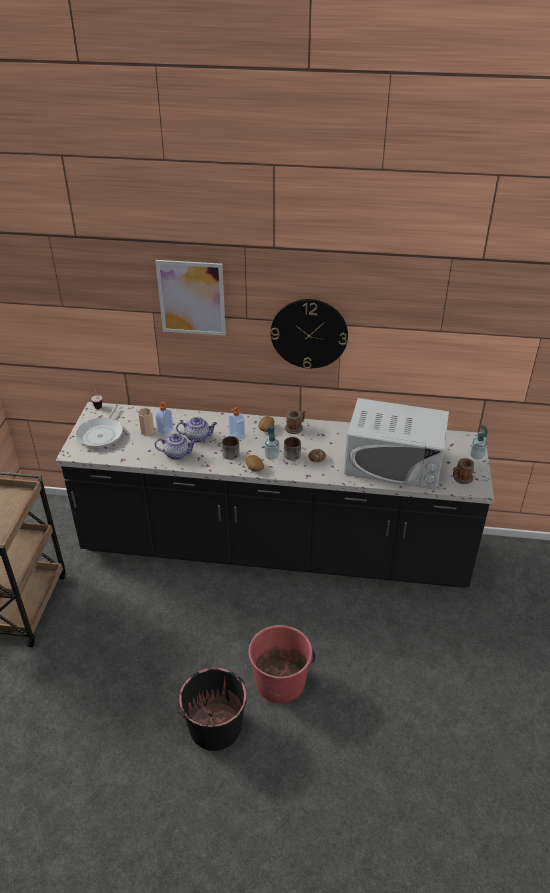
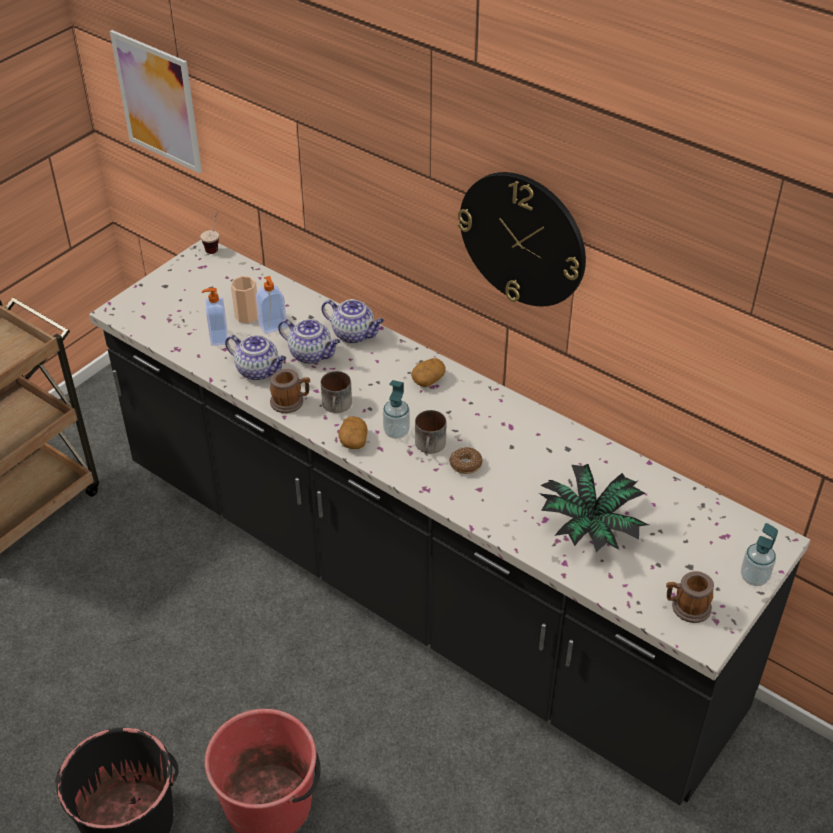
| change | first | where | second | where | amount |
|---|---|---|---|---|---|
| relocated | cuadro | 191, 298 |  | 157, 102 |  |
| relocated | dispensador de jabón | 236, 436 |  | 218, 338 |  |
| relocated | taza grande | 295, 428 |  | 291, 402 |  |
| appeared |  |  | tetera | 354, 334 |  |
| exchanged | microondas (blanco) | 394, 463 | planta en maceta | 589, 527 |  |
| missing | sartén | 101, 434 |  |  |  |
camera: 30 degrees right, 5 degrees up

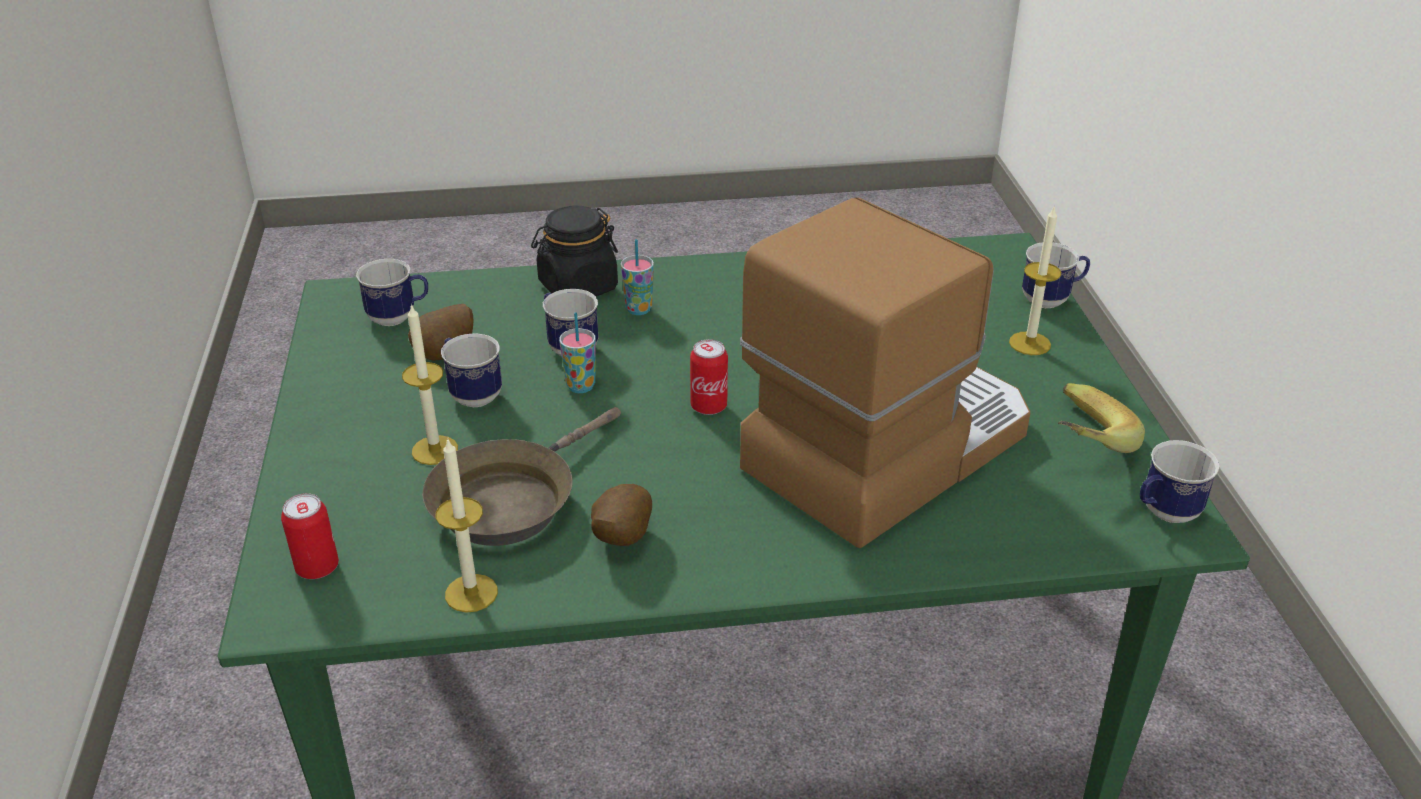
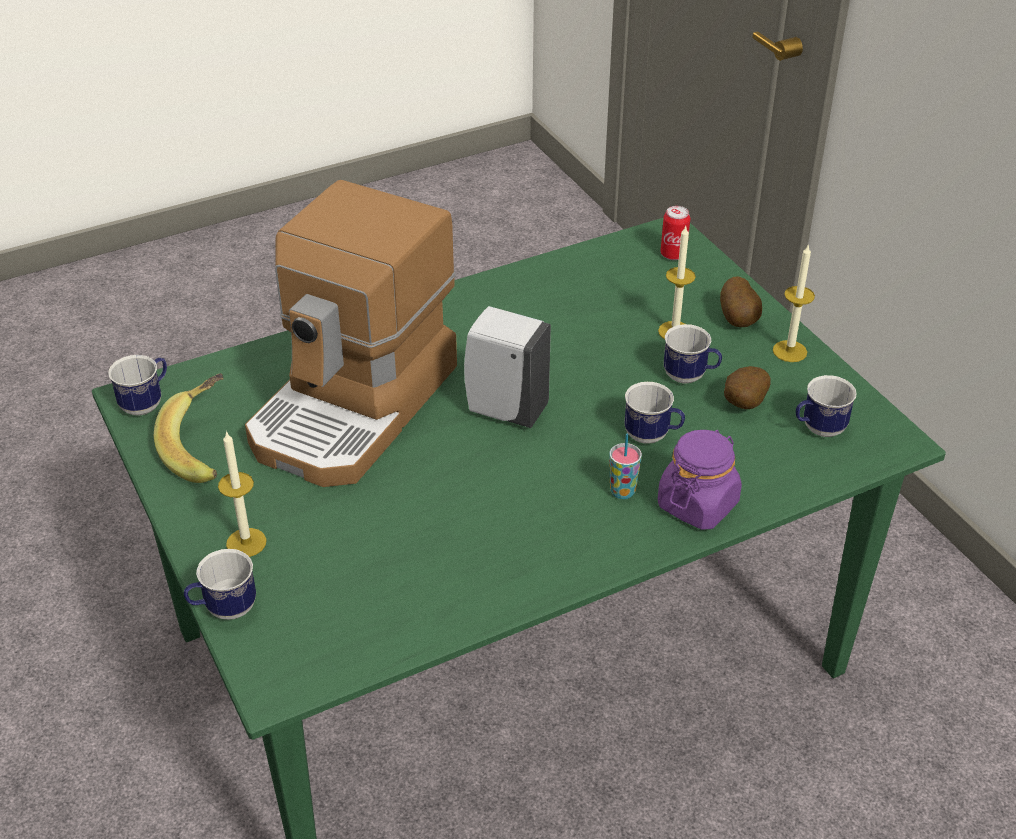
| change | first | where | second | where | amount |
|---|---|---|---|---|---|
| exchanged | lata | 709, 406 | dispensador de jabón (blanco) | 504, 409 |  |
| colour | tarro (negro) | 577, 287 | tarro (morado) | 697, 504 |  |
| relocated | patata | 620, 539 |  | 739, 320 |  |
| relocated | vela | 471, 593 |  | 789, 351 |  |
| missing | sartén (marrón) | 510, 500 |  |  |  |
| missing | taza | 581, 386 |  |  |  |
camera: 160 degrees right, 5 degrees up

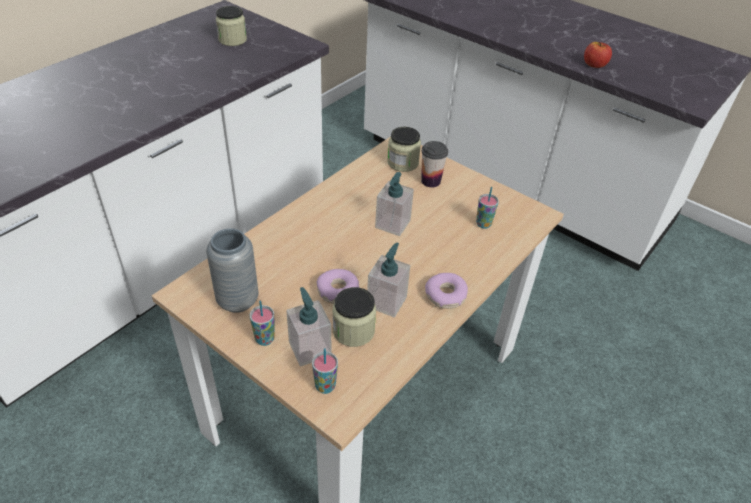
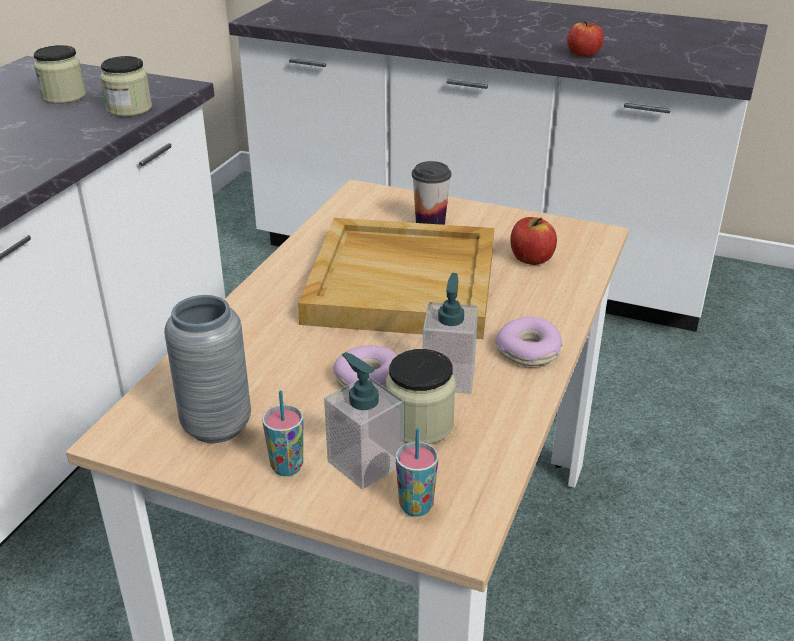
| change | first | where | second | where | amount |
|---|---|---|---|---|---|
| relocated | tarro | 403, 163 |  | 129, 109 |  |
| exchanged | dispensador de jabón | 392, 224 | bandeja (beis) | 404, 283 |  |
| exchanged | taza | 483, 224 | manzana | 531, 259 |  |
camera: 15 degrees left, 10 degrees down

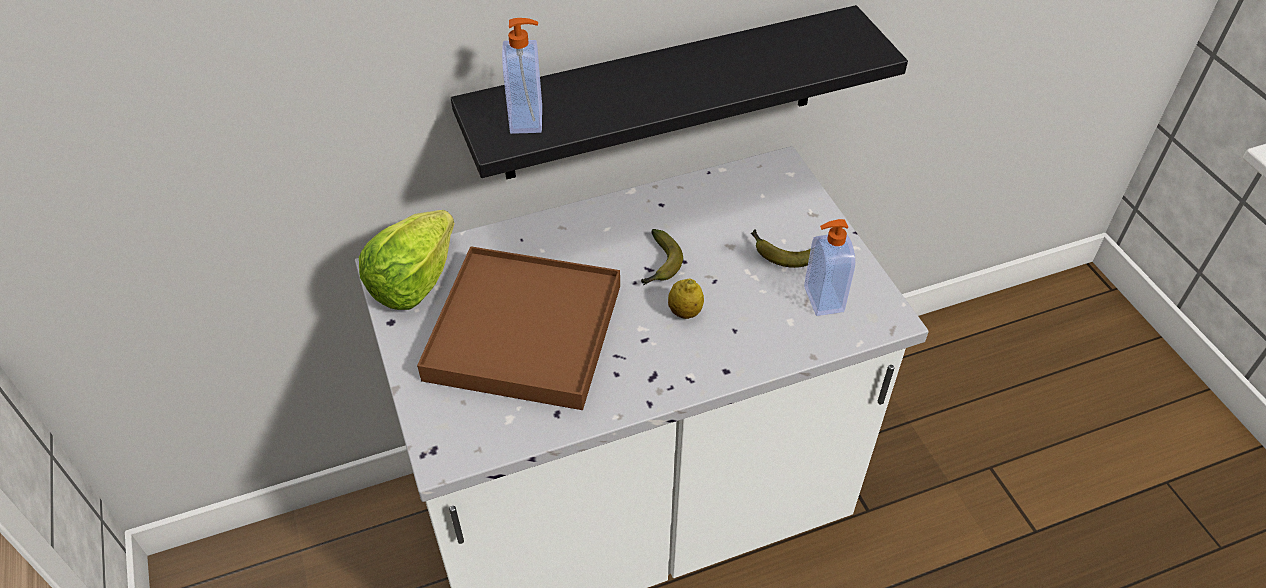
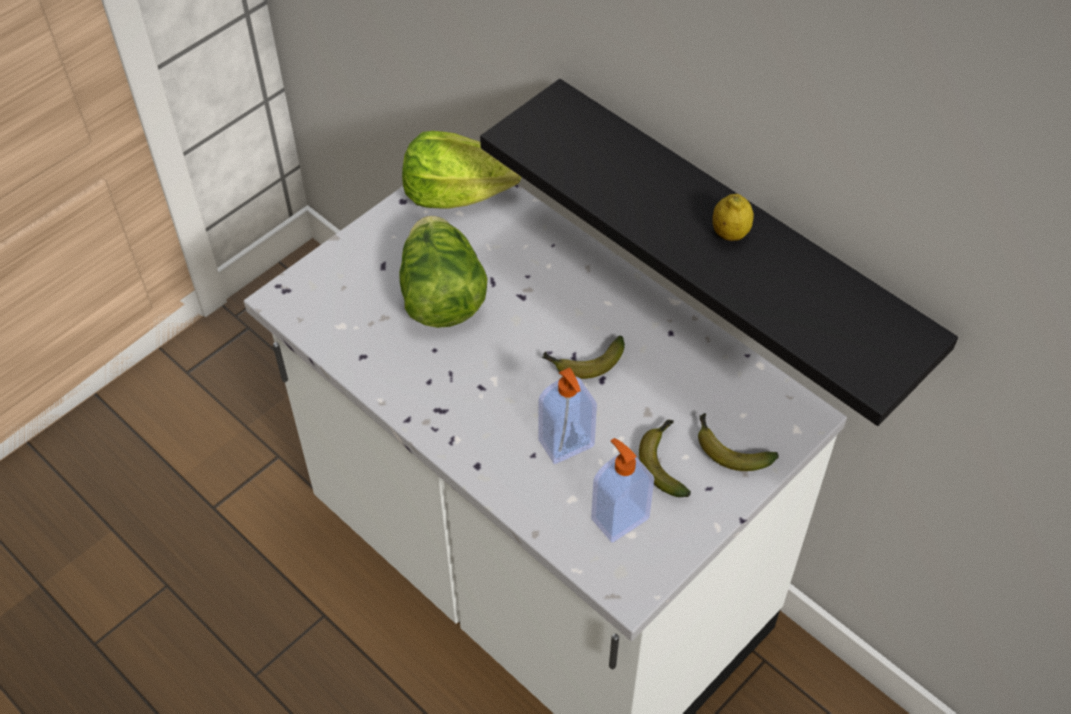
| change | first | where | second | where | amount |
|---|---|---|---|---|---|
| exchanged | bandeja (marrón) | 525, 332 | lechuga | 441, 296 |  |
| relocated | dispensador de jabón | 528, 119 |  | 567, 445 |  |
| appeared |  |  | plátano | 728, 449 |  |
| relocated | limón | 685, 312 |  | 730, 233 |  |
camera: 65 degrees right, 5 degrees up

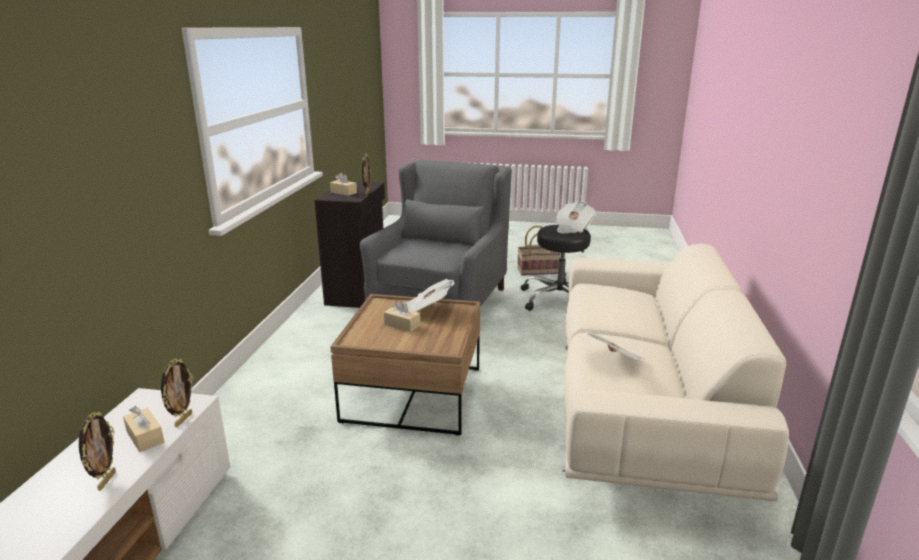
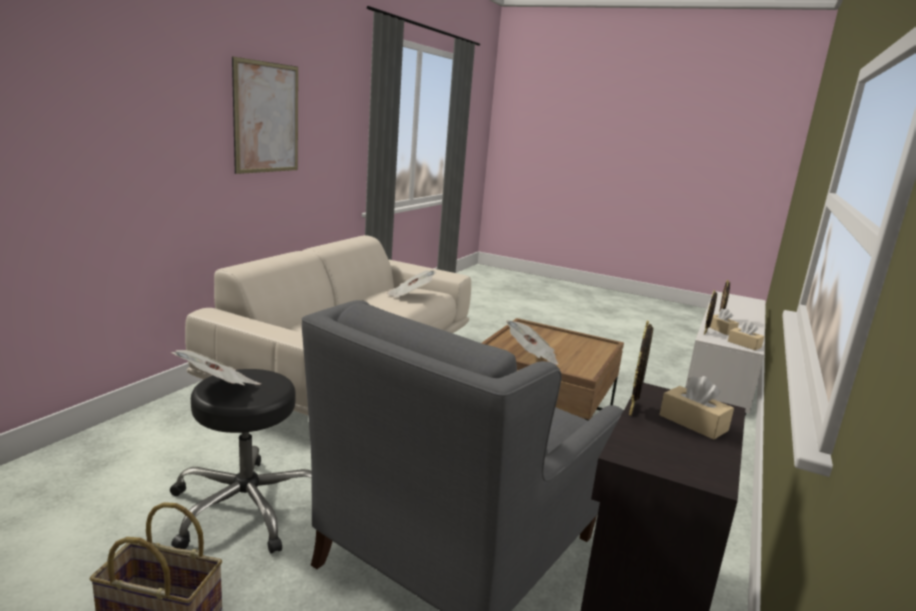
| change | first | where | second | where | amount |
|---|---|---|---|---|---|
| appeared |  |  | cuadro | 267, 118 |  |
| relocated | caja de pañuelos (beis) | 402, 325 |  | 744, 344 |  |
camera: 165 degrees left, 5 degrees down

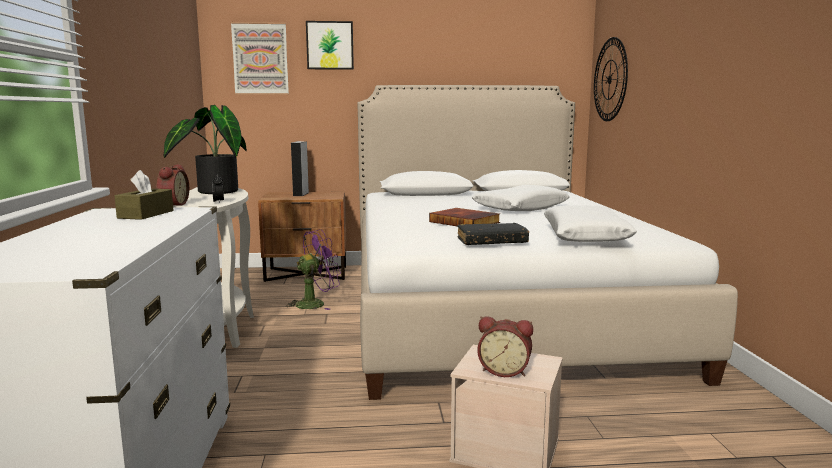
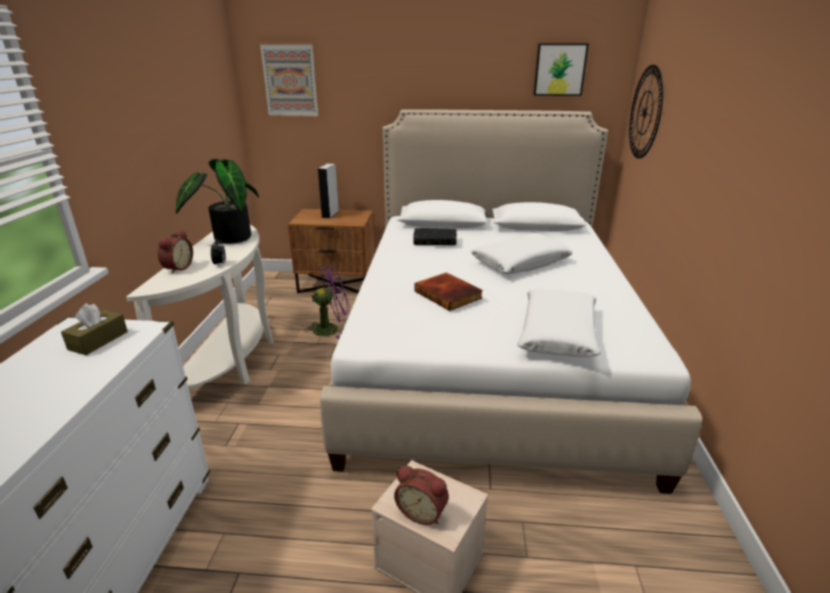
| change | first | where | second | where | amount |
|---|---|---|---|---|---|
| relocated | libro (negro) | 492, 242 |  | 435, 242 |  |
| relocated | cuadro | 330, 45 |  | 559, 69 |  |
camera: 10 degrees right, 15 degrees up

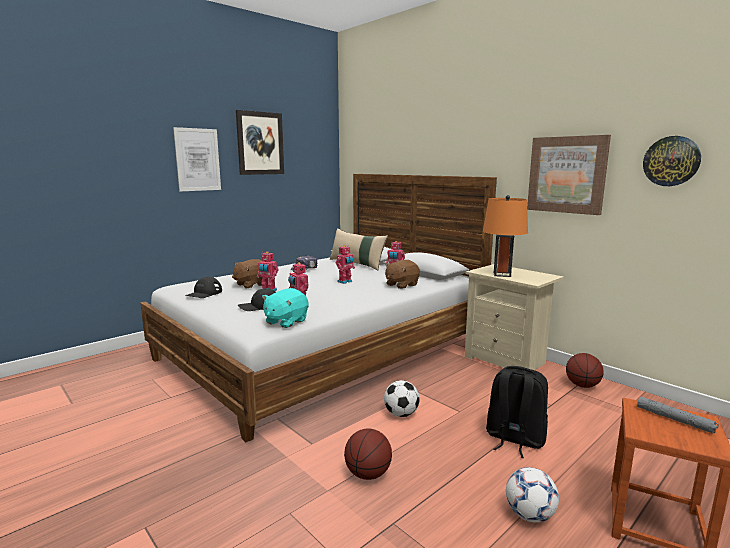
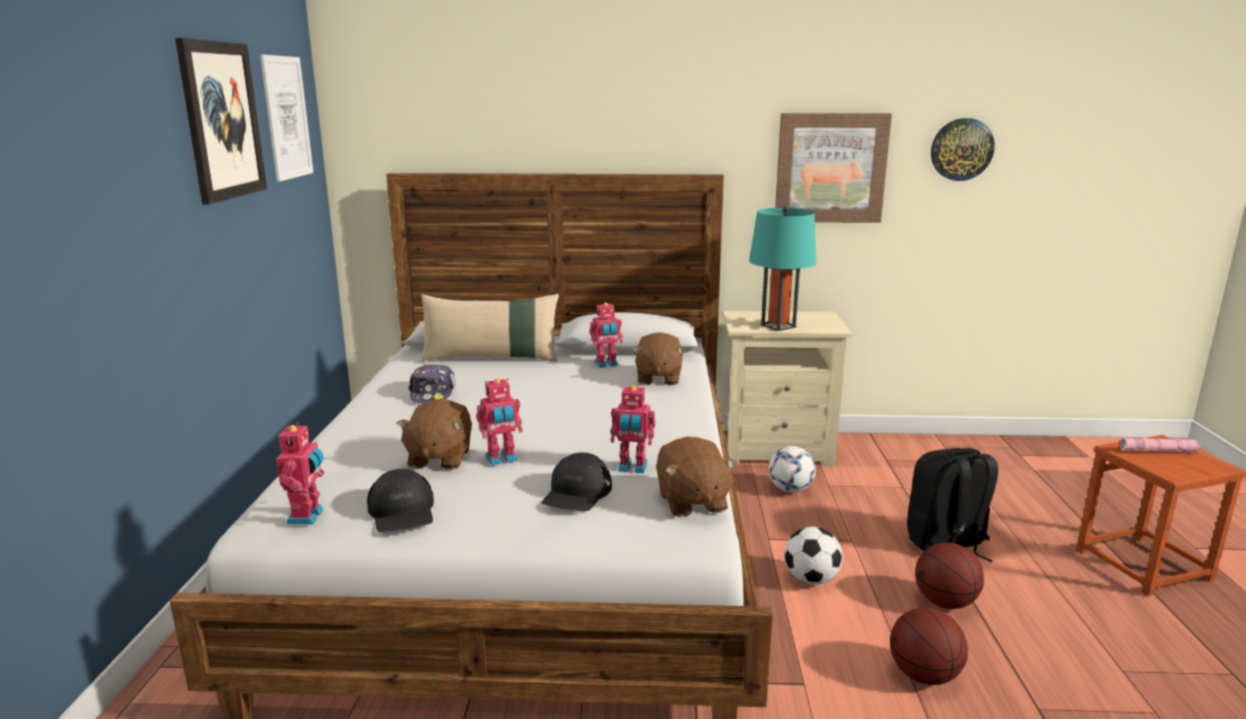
| change | first | where | second | where | amount |
|---|---|---|---|---|---|
| relocated | cuadro | 198, 159 |  | 287, 117 |  |
| relocated | robot de juguete | 345, 282 |  | 308, 516 |  |
| colour | peluche (turquesa) | 285, 322 | peluche (marrón) | 691, 502 |  |
| colour | lámpara de mesa (naranja) | 502, 274 | lámpara de mesa (turquesa) | 778, 326 |  |
| relocated | balón de fútbol | 529, 515 |  | 790, 489 |  |
| relocated | balón de baloncesto | 582, 385 |  | 945, 602 |  |
| colour | linterna (gris) | 674, 420 | linterna (rosa) | 1158, 451 |  |
camera: 45 degrees left, 5 degrees up

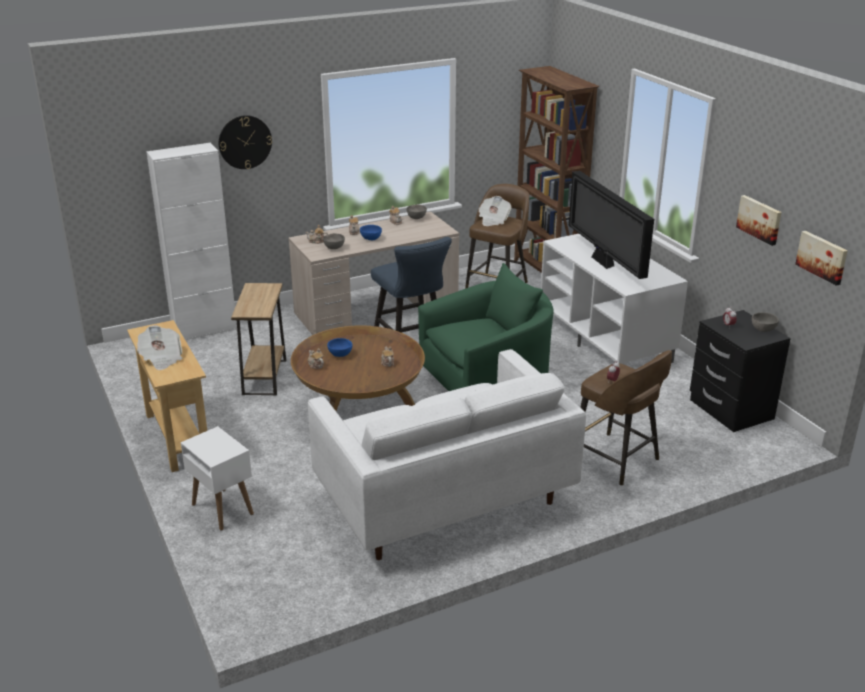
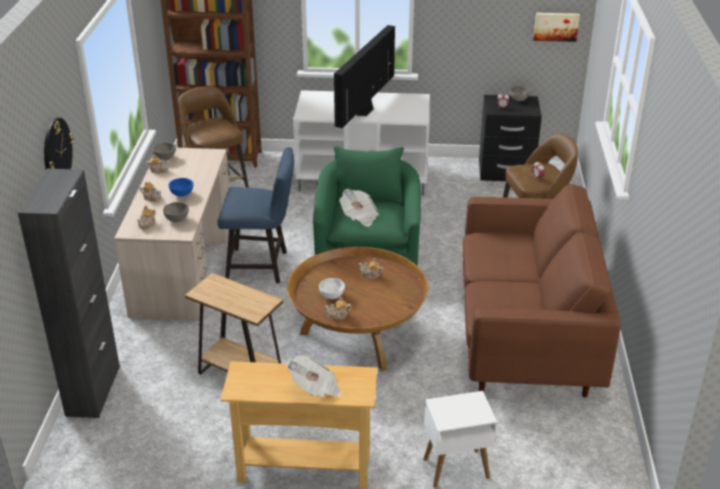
| change | first | where | second | where | amount |
|---|---|---|---|---|---|
| colour | armario (blanco) | 204, 330 | armario (negro) | 93, 391 |  |
| colour | cuenco (azul) | 340, 355 | cuenco (blanco) | 332, 296 |  |
| spun | televisor | 603, 263 |  | 364, 111 | 105 degrees clockwise |
| relocated | periódico | 493, 220 |  | 359, 216 |  |
| colour | sofá (blanco) | 443, 499 | sofá (marrón) | 526, 336 |  |
| missing | cuadro | 760, 219 |  |  |  |
camera: 60 degrees left, 5 degrees up

